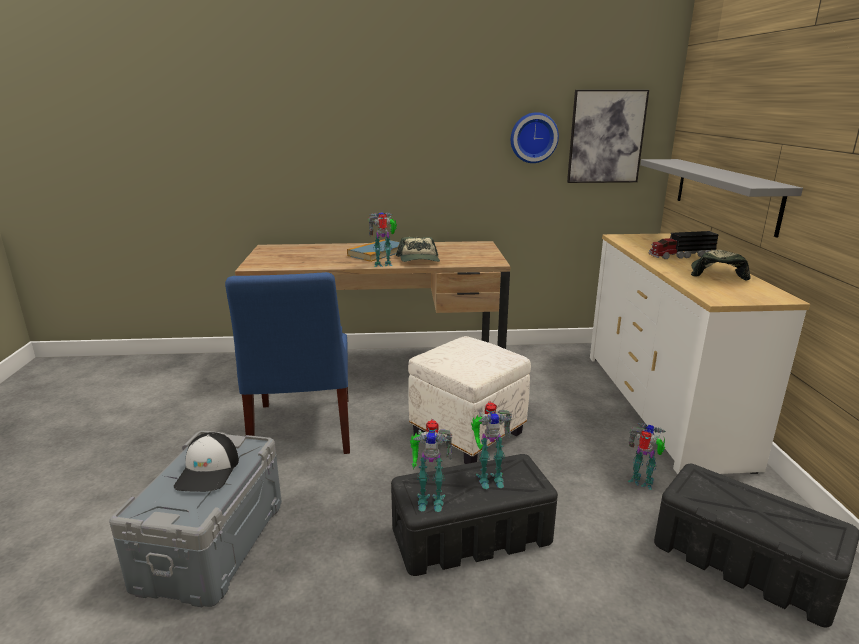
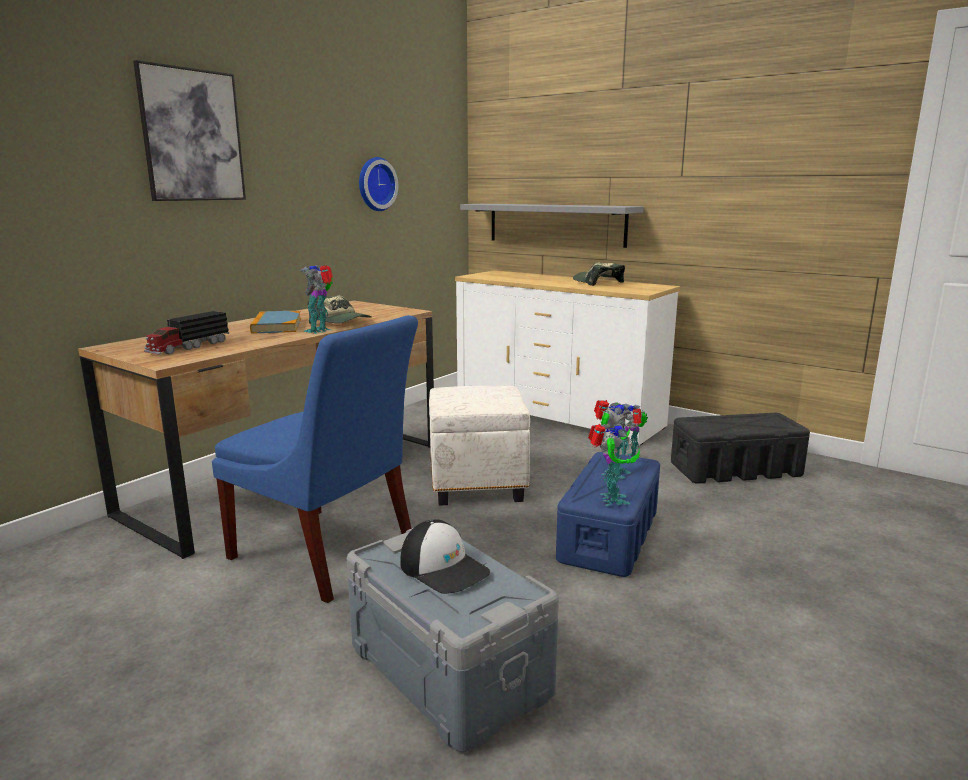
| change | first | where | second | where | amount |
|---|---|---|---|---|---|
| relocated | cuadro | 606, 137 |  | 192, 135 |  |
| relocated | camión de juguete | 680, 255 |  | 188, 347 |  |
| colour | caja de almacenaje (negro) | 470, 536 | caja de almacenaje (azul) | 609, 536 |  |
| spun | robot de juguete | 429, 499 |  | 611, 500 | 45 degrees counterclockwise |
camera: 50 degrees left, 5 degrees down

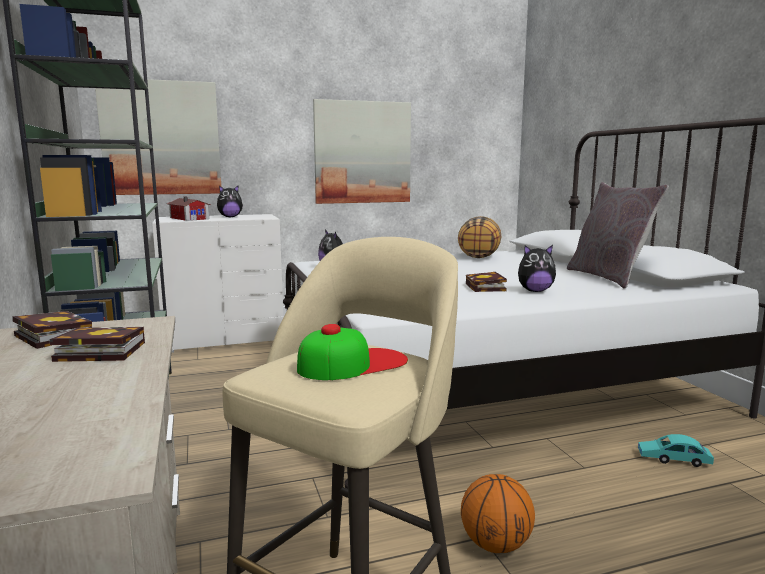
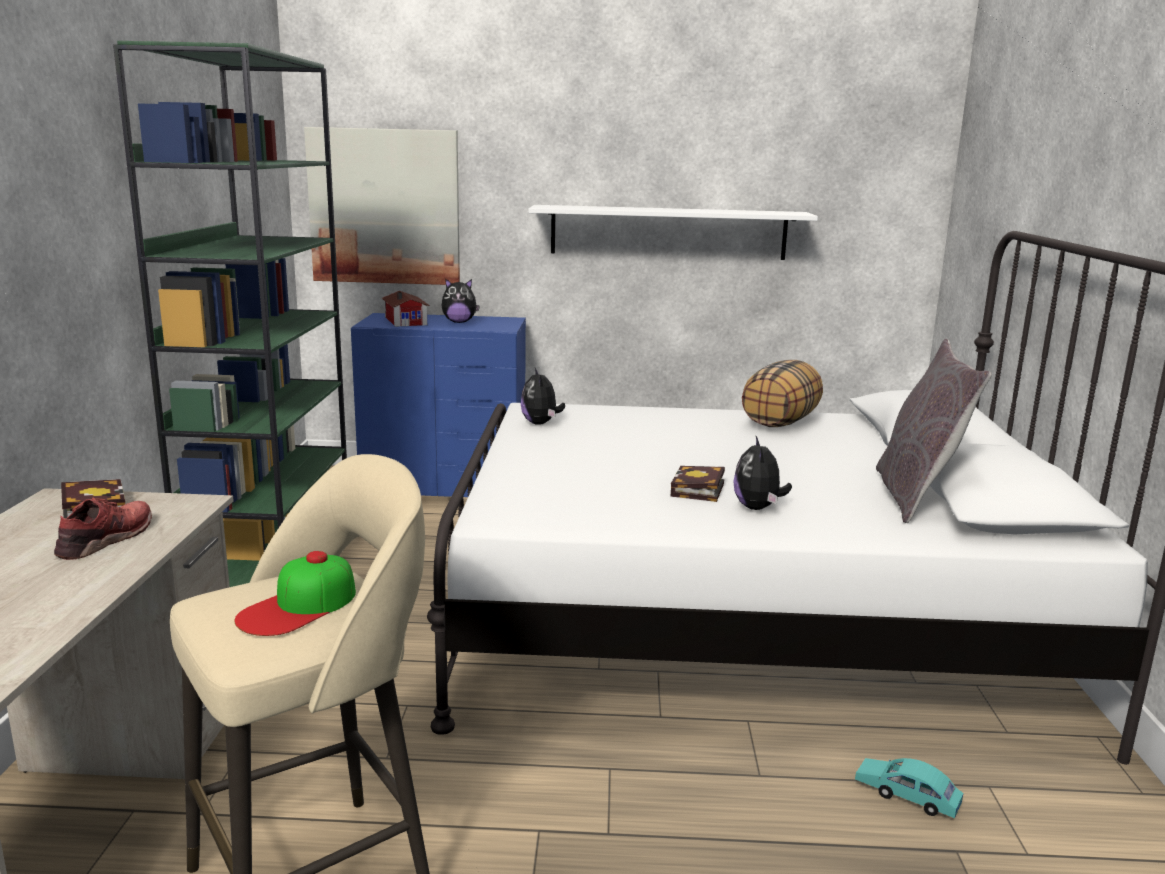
| change | first | where | second | where | amount |
|---|---|---|---|---|---|
| exchanged | libro | 96, 352 | zapato (rojo) | 107, 539 |  |
| spun | gorra | 353, 363 |  | 298, 606 | 135 degrees clockwise |
| colour | cómoda (blanco) | 224, 338 | cómoda (azul) | 445, 485 |  |
| exchanged | cuadro | 362, 152 | estante (blanco) | 668, 232 |  |
| spun | peluche | 535, 291 |  | 758, 508 | 75 degrees clockwise |
| missing | balón de baloncesto | 495, 545 |  |  |  |
camera: 20 degrees right, 5 degrees up

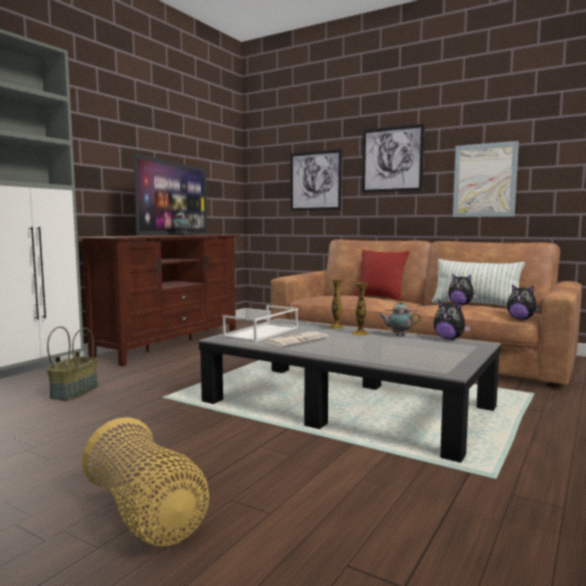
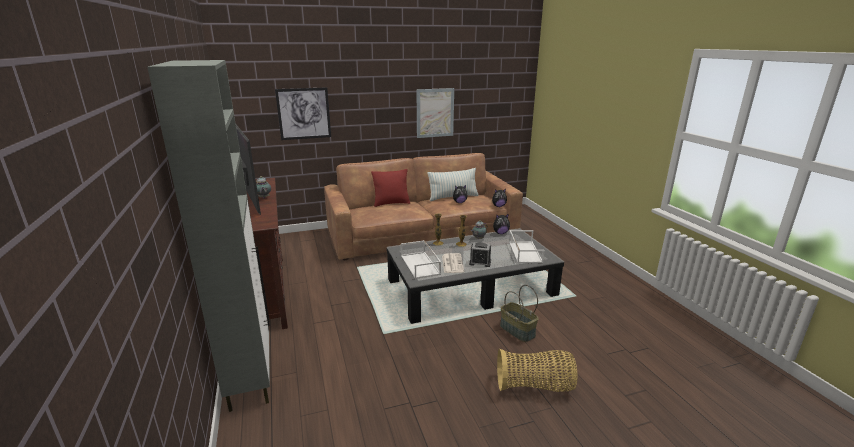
| change | first | where | second | where | amount |
|---|---|---|---|---|---|
| appeared |  |  | despertador | 480, 262 |  |
| relocated | cesta | 74, 392 |  | 516, 331 |  |
| appeared |  |  | bandeja (blanco) | 524, 251 |  |
| missing | cuadro | 392, 159 |  |  |  |
camera: 50 degrees left, 15 degrees up

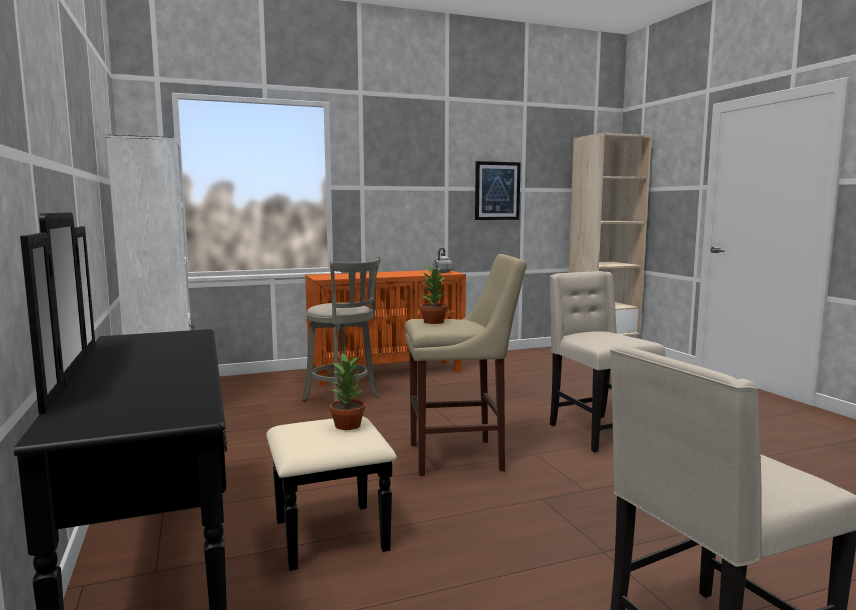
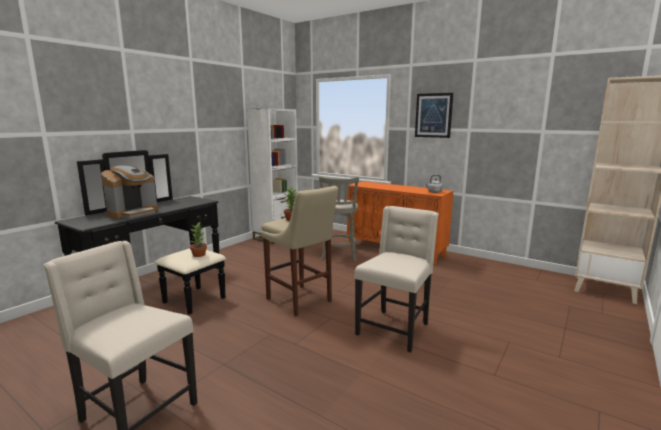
| change | first | where | second | where | amount |
|---|---|---|---|---|---|
| appeared |  |  | cafetera | 133, 213 |  |
| relocated | cuadro | 497, 191 |  | 433, 115 |  |
camera: 55 degrees right, 5 degrees up

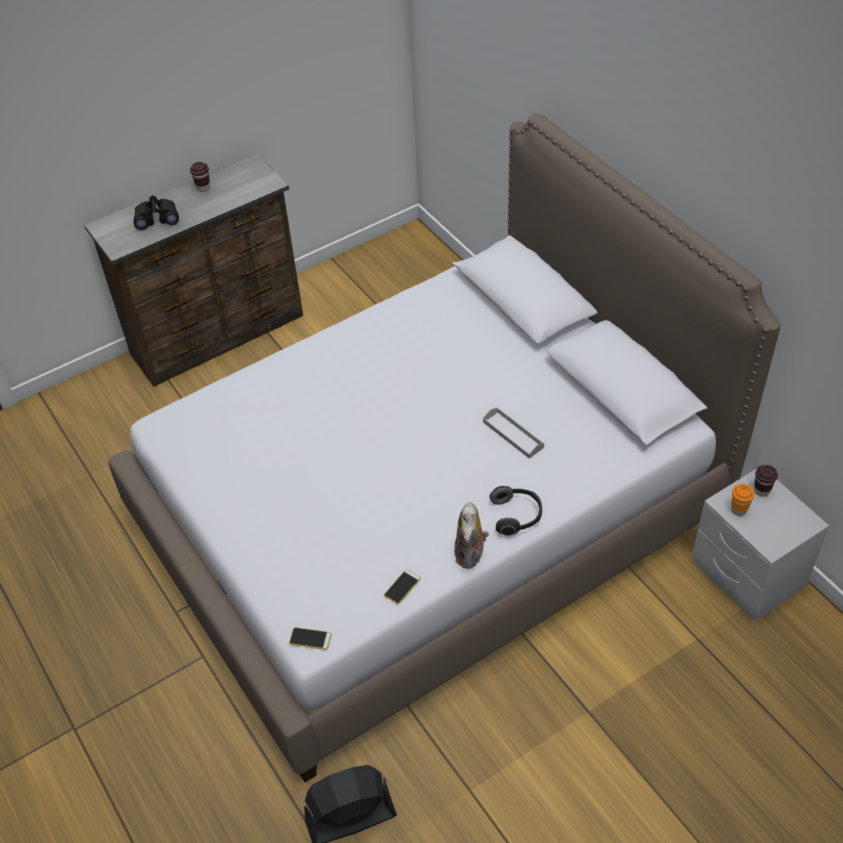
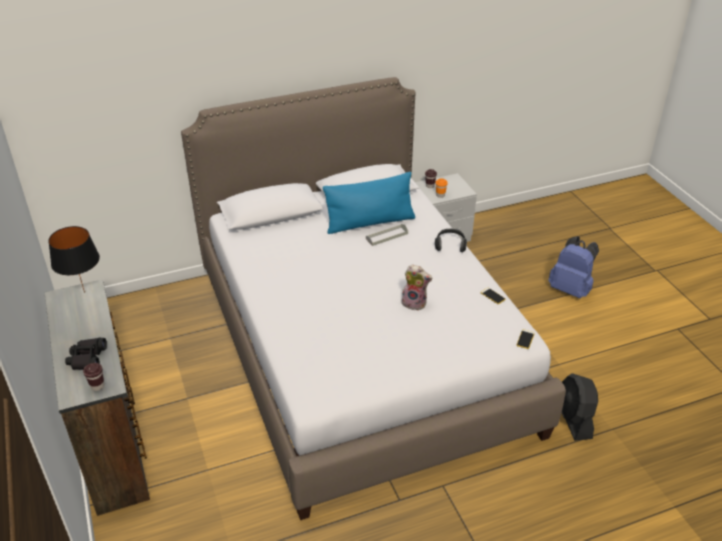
| change | first | where | second | where | amount |
|---|---|---|---|---|---|
| appeared |  |  | lámpara de mesa (negro) | 84, 292 |  |
| relocated | taza (marrón) | 203, 188 |  | 97, 386 |  |
| appeared |  |  | cojín (azul) | 370, 222 |  |
| relocated | peluche | 471, 555 |  | 415, 303 |  |
| appeared |  |  | mochila (azul) | 570, 289 |  |
camera: 80 degrees left, 10 degrees down

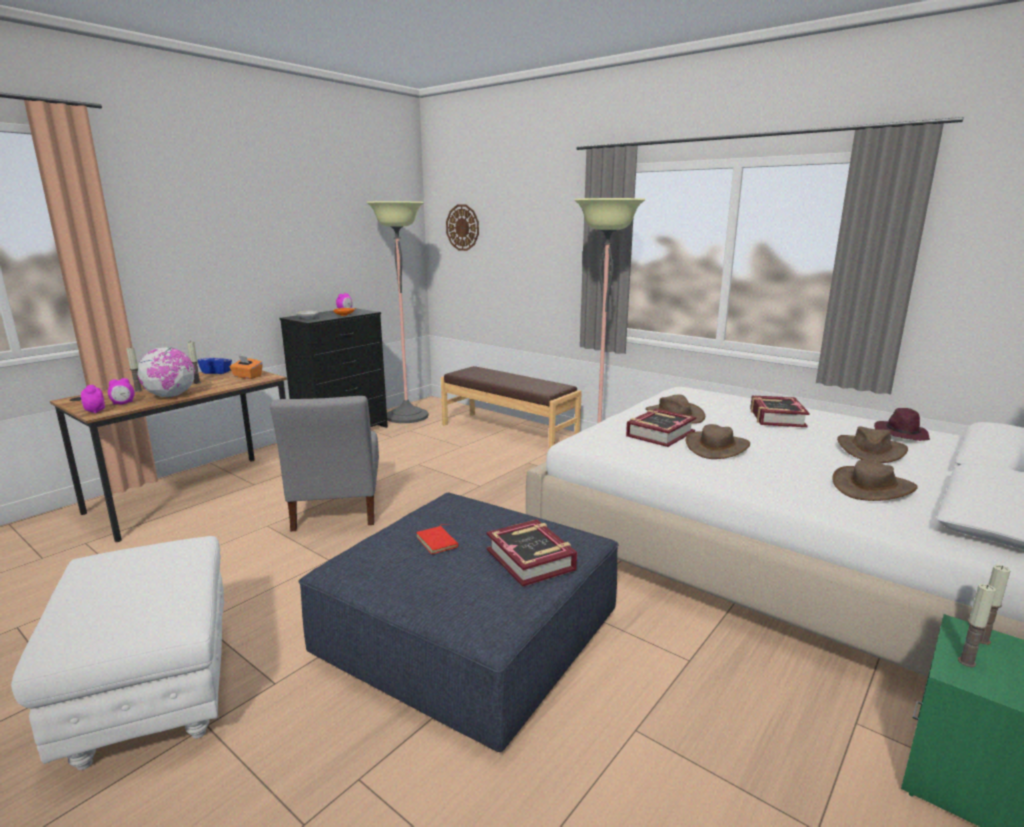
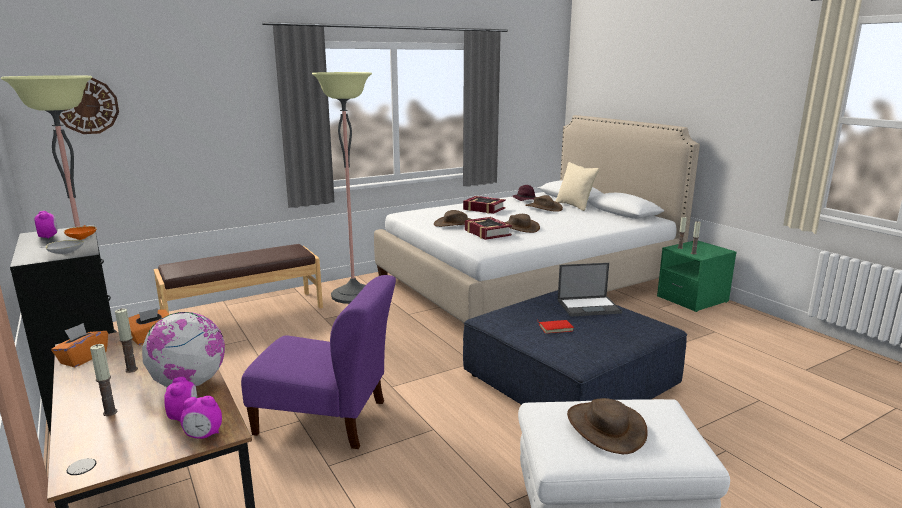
| change | first | where | second | where | amount |
|---|---|---|---|---|---|
| colour | caja de pañuelos (azul) | 216, 372 | caja de pañuelos (naranja) | 83, 358 |  |
| colour | silla (gris) | 336, 508 | silla (morado) | 326, 419 |  |
| appeared |  |  | cojín (beis) | 574, 206 |  |
| exchanged | libro | 531, 559 | portátil | 589, 306 |  |
| relocated | sombrero (marrón) | 873, 487 |  | 606, 427 |  |
camera: 70 degrees left, 0 degrees up

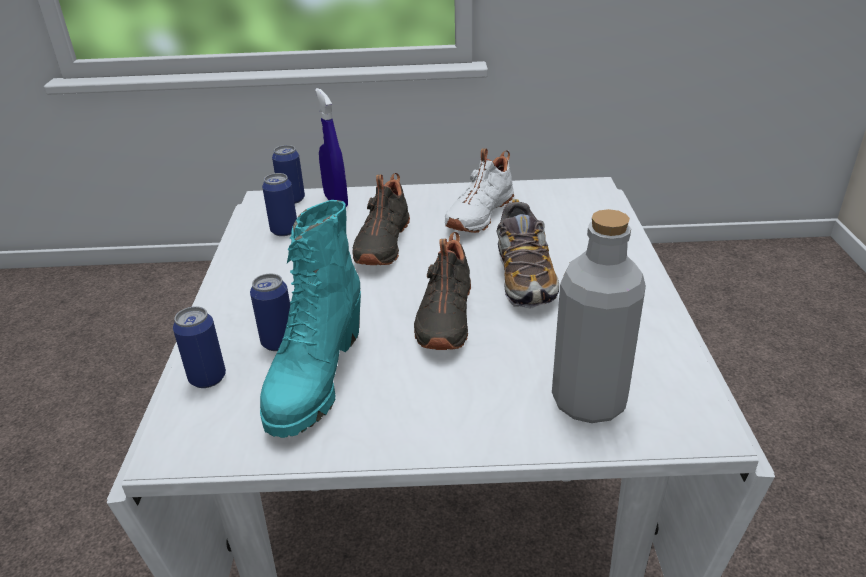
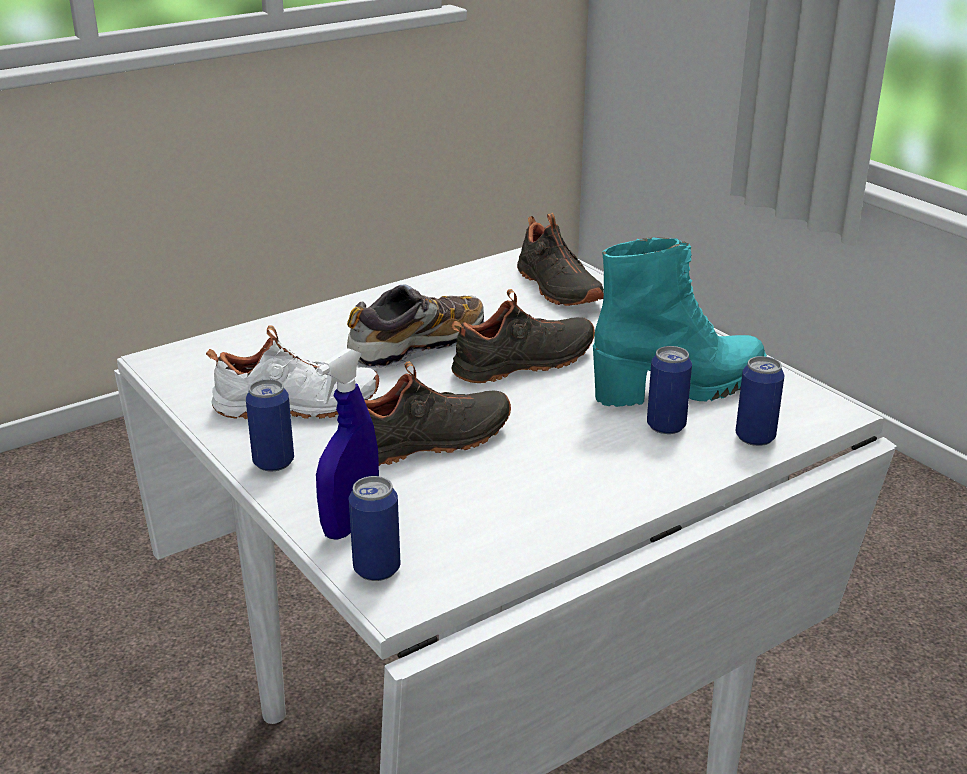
| change | first | where | second | where | amount |
|---|---|---|---|---|---|
| relocated | lata | 284, 230 |  | 273, 462 |  |
| exchanged | botella (gris) | 588, 401 | zapato (negro) | 556, 289 |  |
camera: 125 degrees left, 5 degrees down

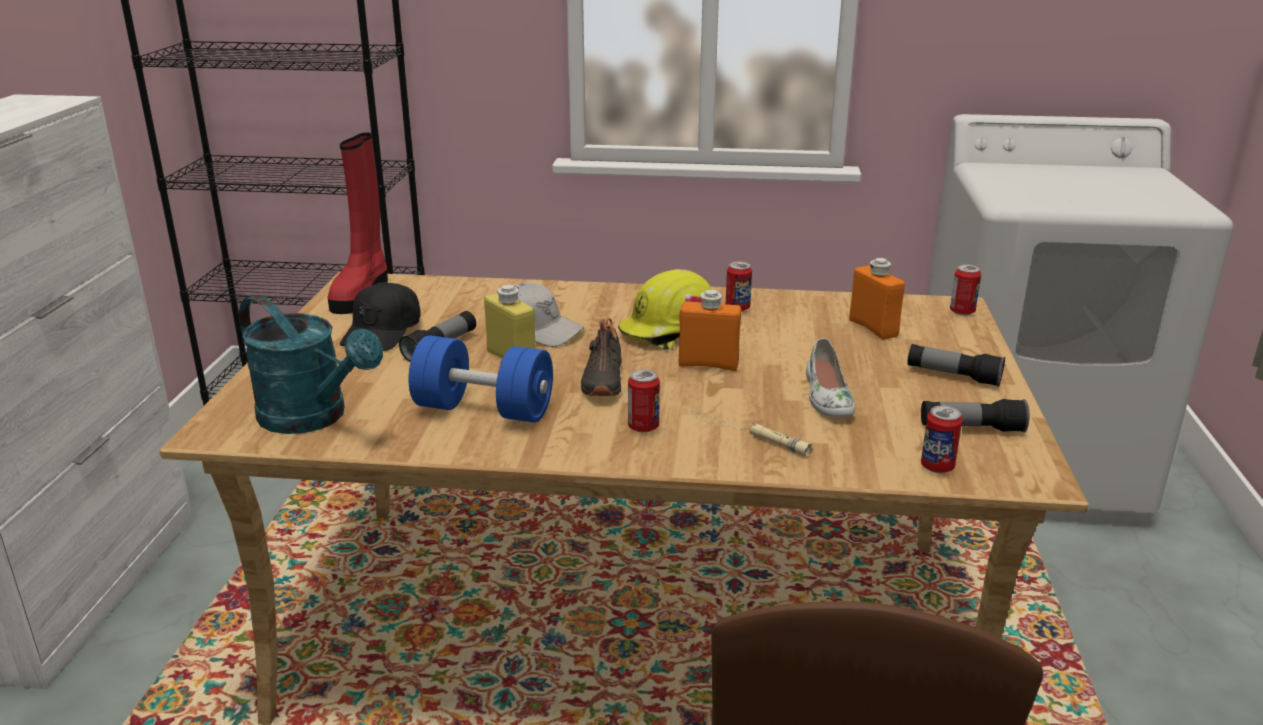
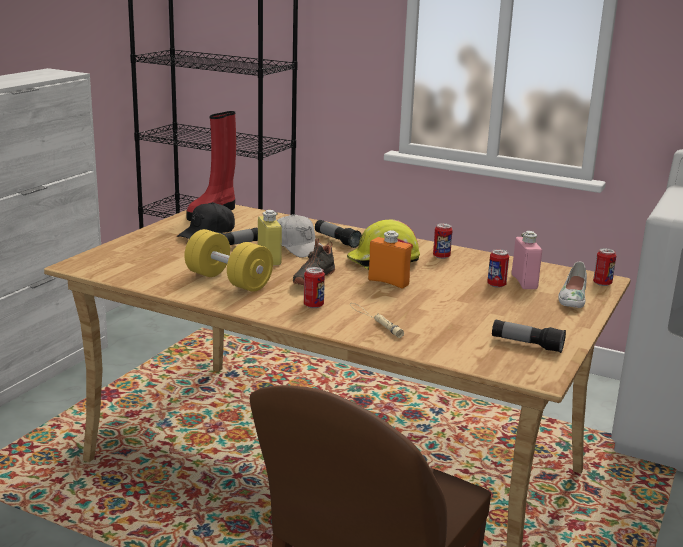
| change | first | where | second | where | amount |
|---|---|---|---|---|---|
| colour | mancuerna (azul) | 484, 410 | mancuerna (amarillo) | 228, 281 |  |
| relocated | linterna | 953, 376 |  | 336, 240 |  |
| relocated | lata | 937, 467 |  | 496, 285 |  |
| colour | botella (naranja) | 873, 328 | botella (rosa) | 524, 282 |  |
| relocated | zapato (blanco) | 827, 397 |  | 572, 297 |  |
| missing | regadera (turquesa) | 313, 418 |  |  |  |
camera: 20 degrees right, 5 degrees down

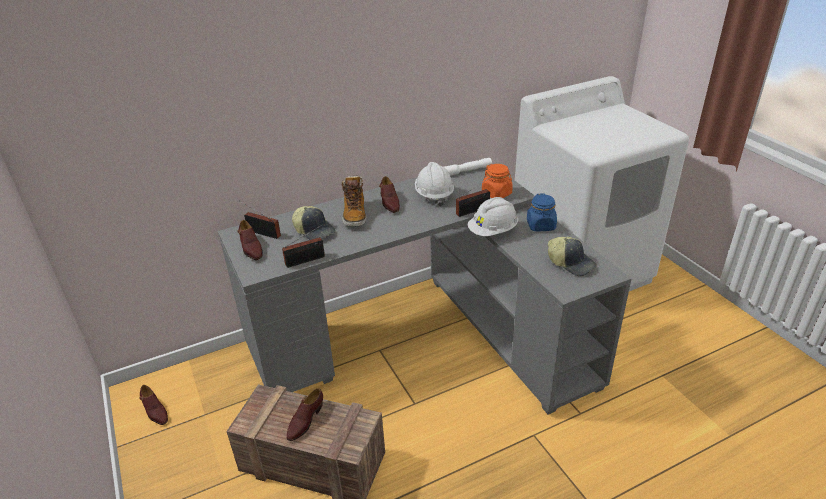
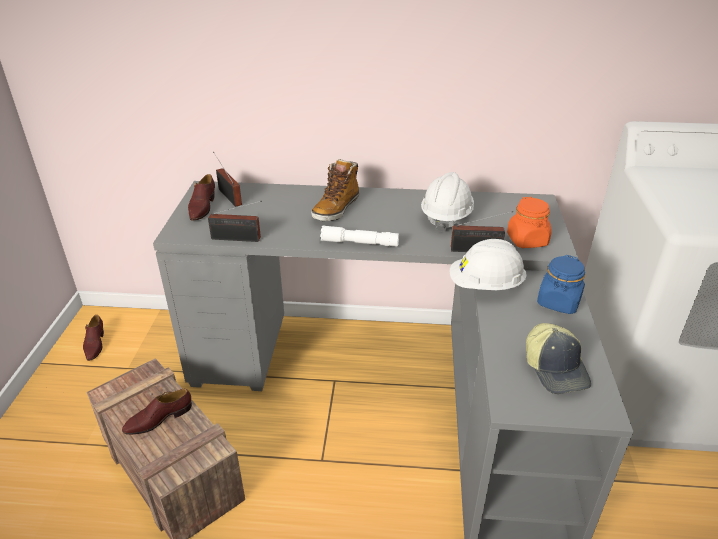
| change | first | where | second | where | amount |
|---|---|---|---|---|---|
| relocated | linterna (blanco) | 467, 171 |  | 359, 243 |  |
| missing | gorra | 314, 230 |  |  |  |
| missing | zapato (marrón) | 389, 202 |  |  |  |
camera: 30 degrees right, 0 degrees up

